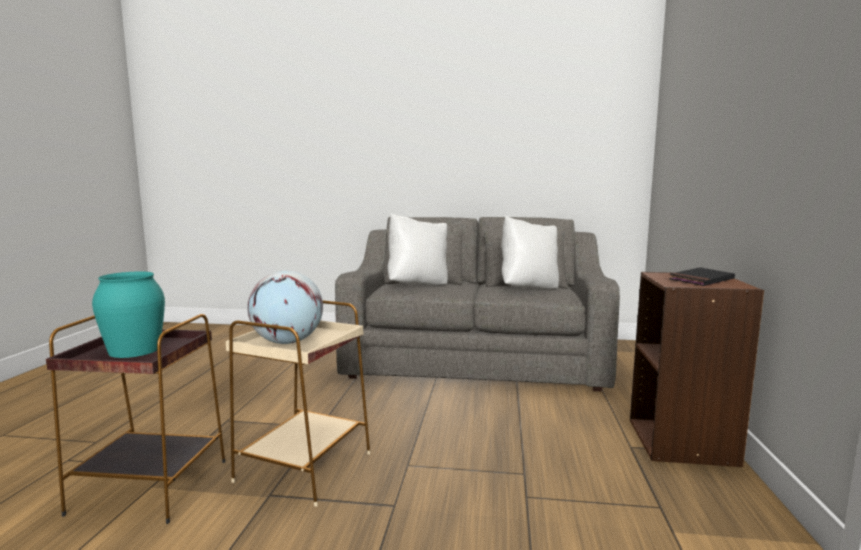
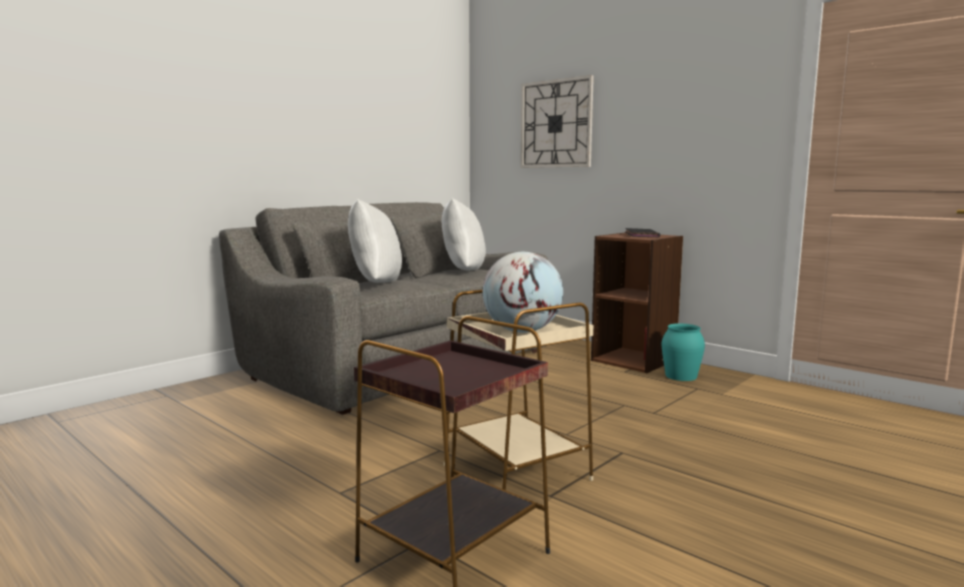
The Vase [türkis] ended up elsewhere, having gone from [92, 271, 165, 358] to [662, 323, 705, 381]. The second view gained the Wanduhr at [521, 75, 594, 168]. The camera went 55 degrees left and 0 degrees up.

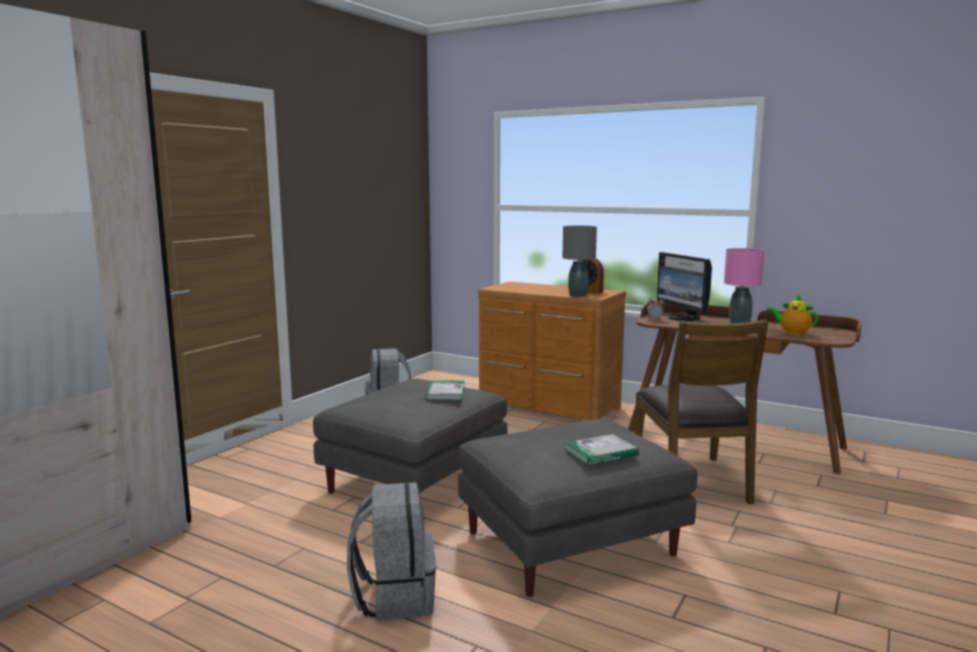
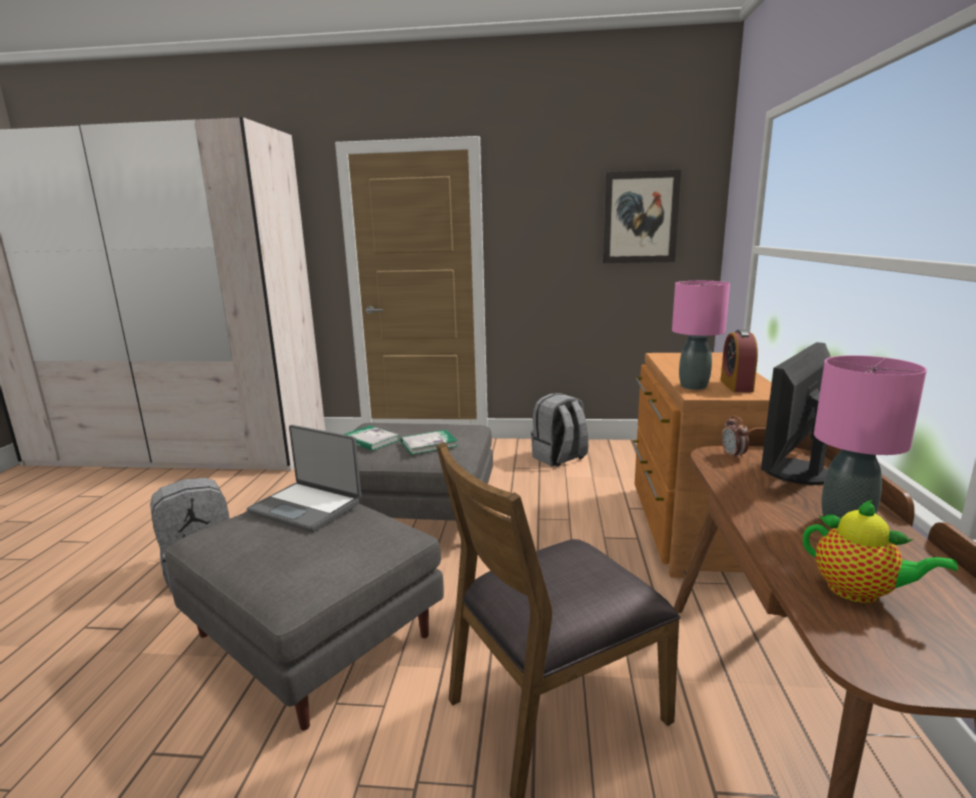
What was the Tischlampe [grau] at [562, 226, 597, 297] turned into the Tischlampe [rosa] at [672, 281, 730, 390]. The Teekanne at [767, 295, 818, 335] ended up facing another way, 120 degrees clockwise from before. The Buch ended up elsewhere, having gone from [564, 434, 639, 465] to [343, 426, 400, 451]. The second view gained the Bild at [603, 170, 681, 263]. The second view gained the Laptop at [247, 425, 361, 532]. The camera went 65 degrees right and 5 degrees up.

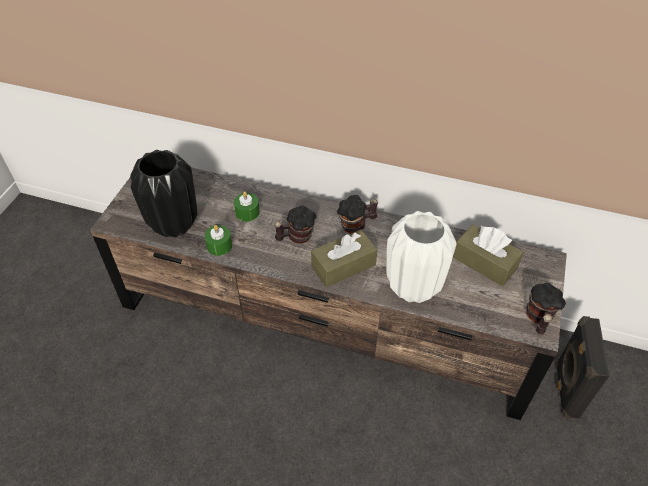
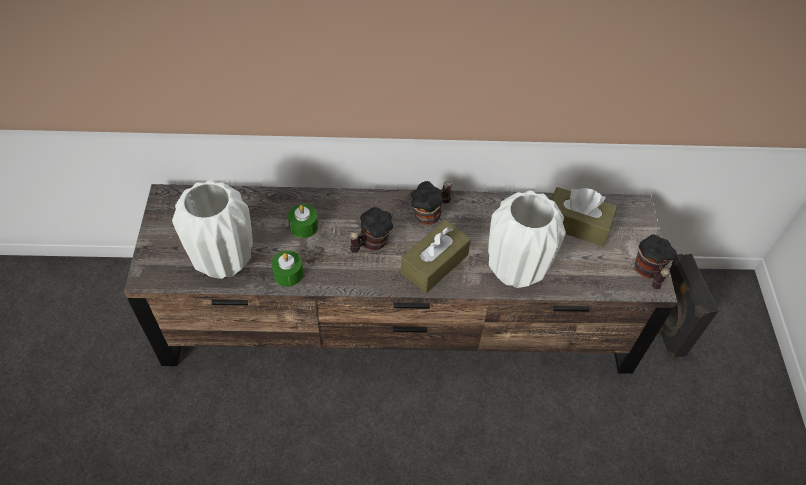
What was the Vase [schwarz] at [130, 150, 198, 237] turned into the Vase [weiß] at [172, 180, 253, 279]. The camera went 20 degrees left and 5 degrees up.

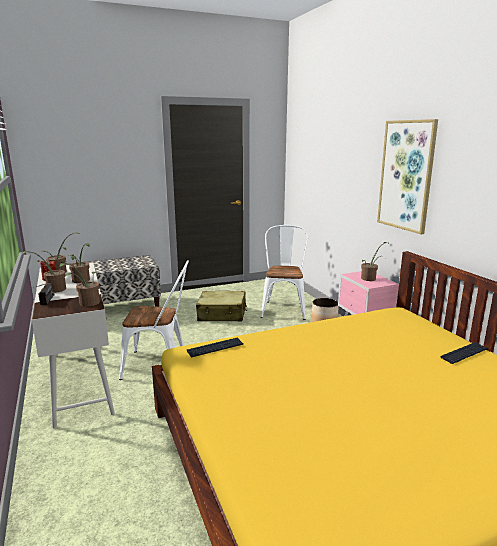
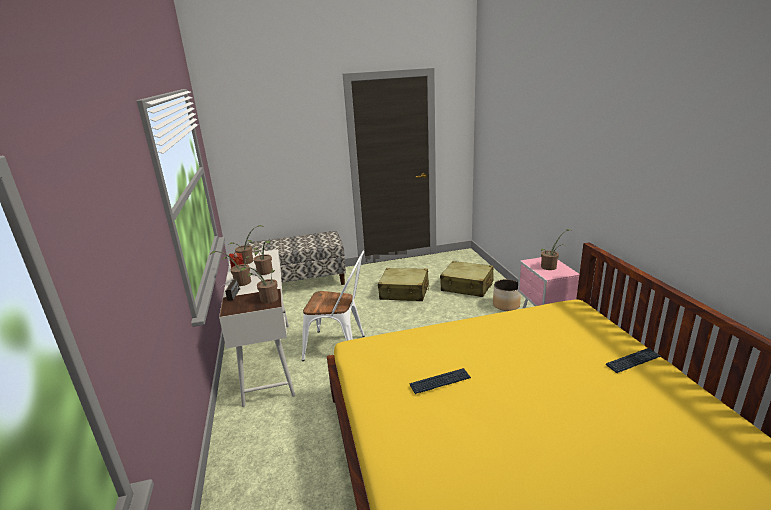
The second view lost the Bild at [377, 119, 438, 234]. Where the Stuhl [weiß] stood at [261, 225, 308, 320], the Koffer [beige] came to stand at [440, 261, 494, 297]. The Tastatur ended up elsewhere, having gone from [187, 337, 243, 357] to [410, 368, 471, 394]. The camera went 10 degrees right and 5 degrees up.

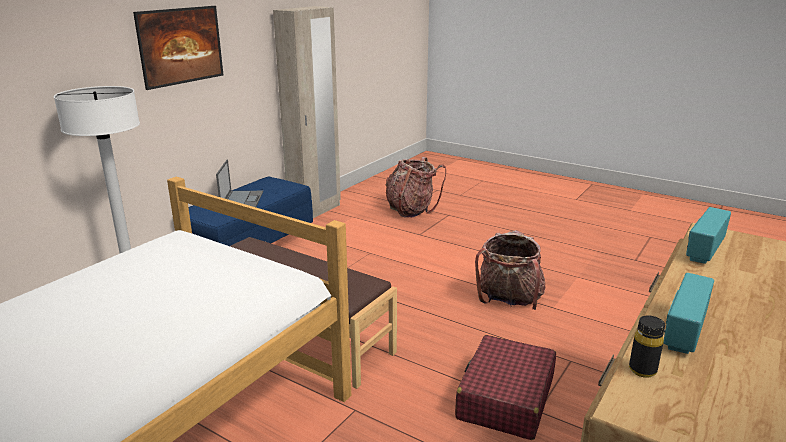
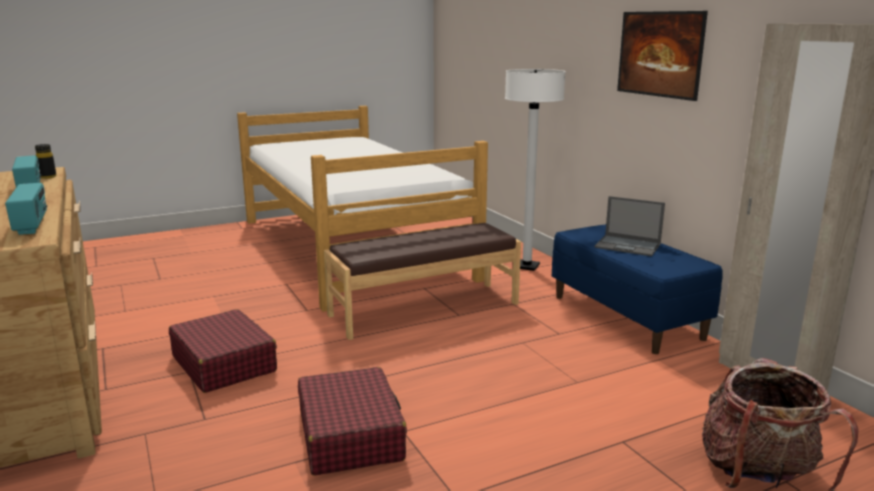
Where the Rucksack stood at [475, 230, 545, 310], the Koffer [rot] came to stand at [298, 367, 407, 475]. The camera went 120 degrees right and 5 degrees down.

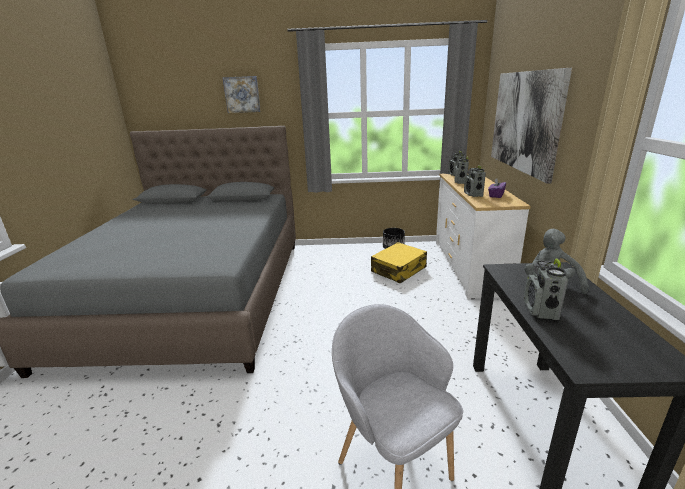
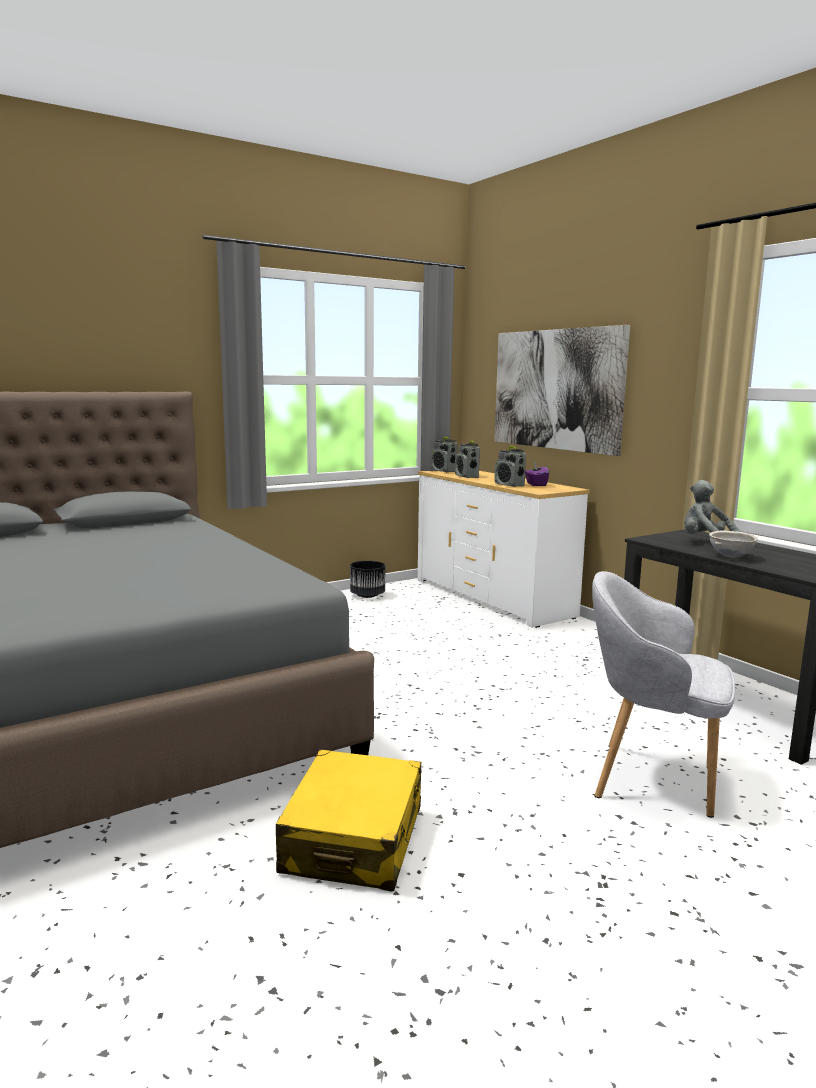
The second view lost the Bild at [222, 76, 261, 113]. The Koffer [gelb] ended up elsewhere, having gone from [371, 242, 427, 283] to [276, 750, 421, 891]. Where the Radio stood at [524, 258, 568, 320], the Schüssel [grau] came to stand at [709, 530, 758, 558]. The camera went 35 degrees left and 10 degrees down.

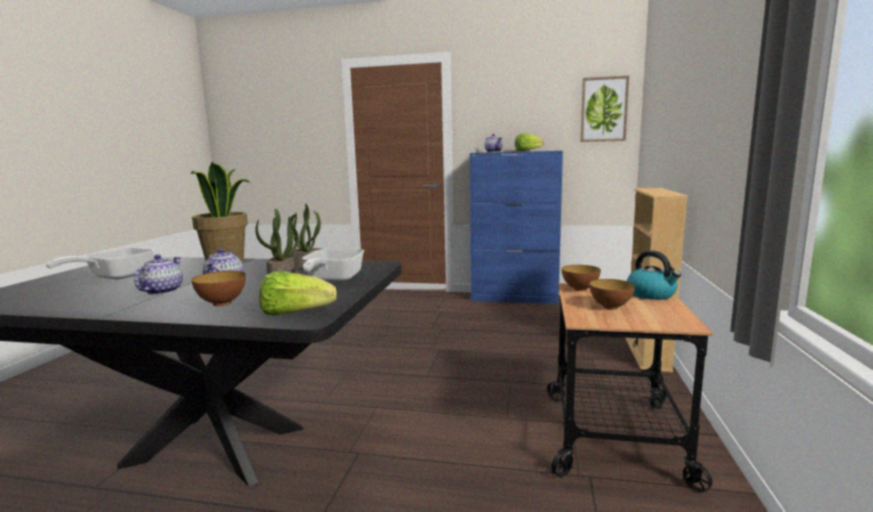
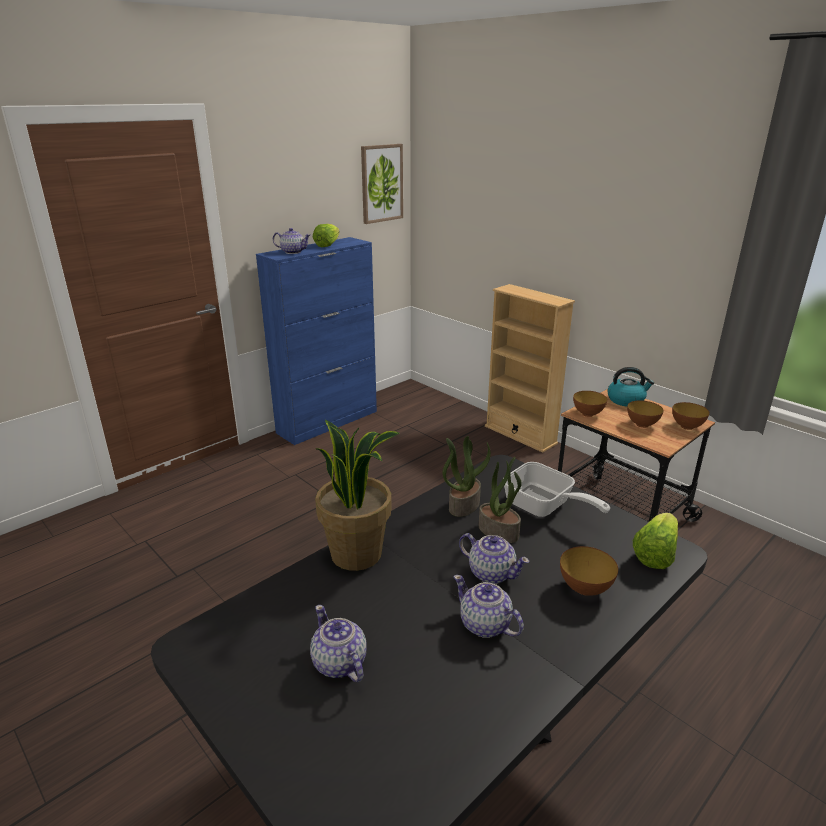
Where the Pfanne stood at [46, 248, 154, 279], the Teekanne came to stand at [310, 605, 367, 682]. The second view gained the Schüssel at [672, 402, 709, 430]. The camera went 55 degrees left and 15 degrees up.

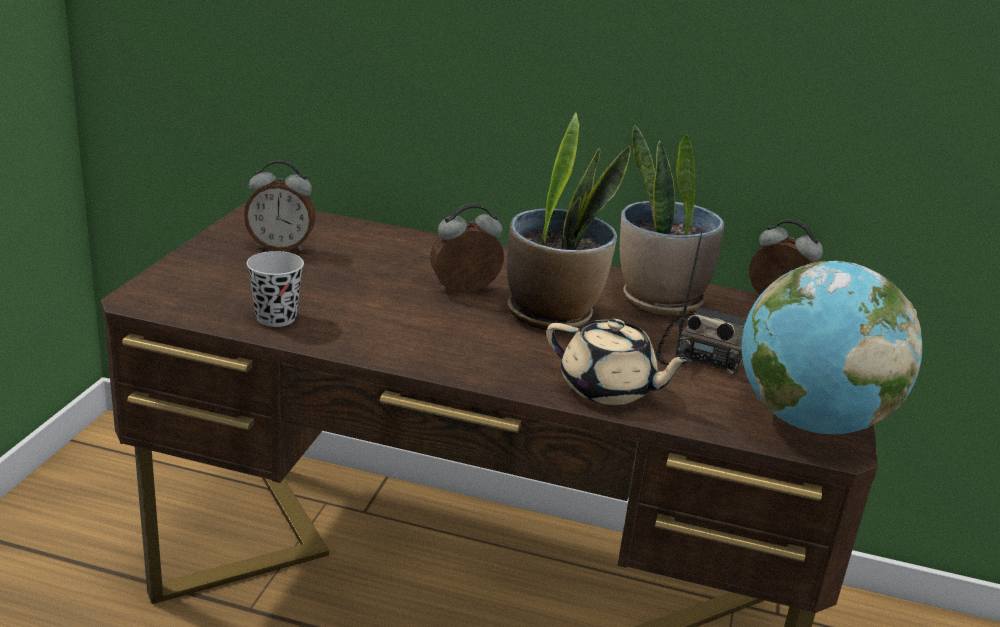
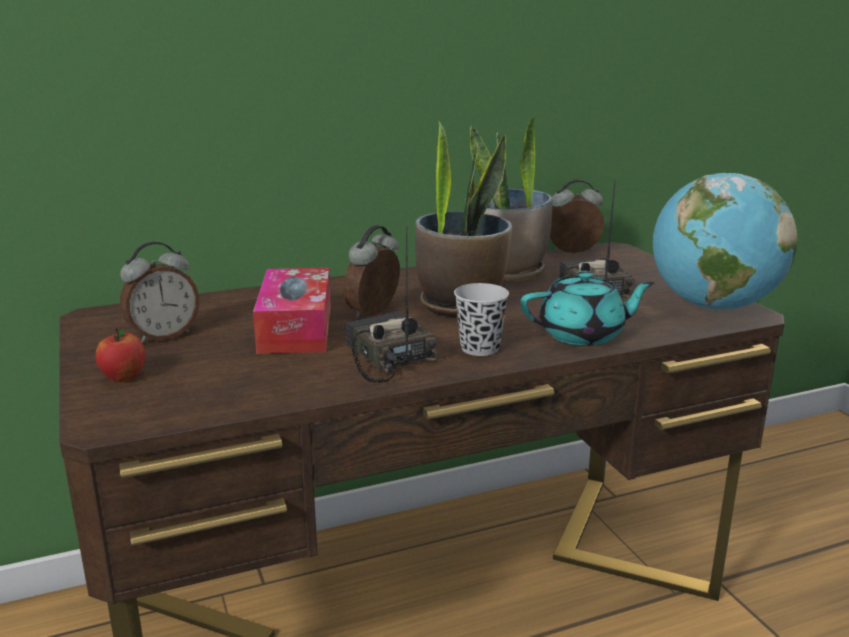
The Tasse [schwarz] ended up elsewhere, having gone from [247, 251, 304, 327] to [454, 283, 509, 356]. What was the Teekanne [beige] at [546, 319, 693, 405] turned into the Teekanne [türkis] at [520, 271, 655, 346]. The second view gained the Radio at [346, 226, 438, 383]. The second view gained the Taschentuchbox at [253, 268, 331, 354]. The second view gained the Apfel at [95, 328, 145, 382]. The camera went 35 degrees left and 5 degrees down.

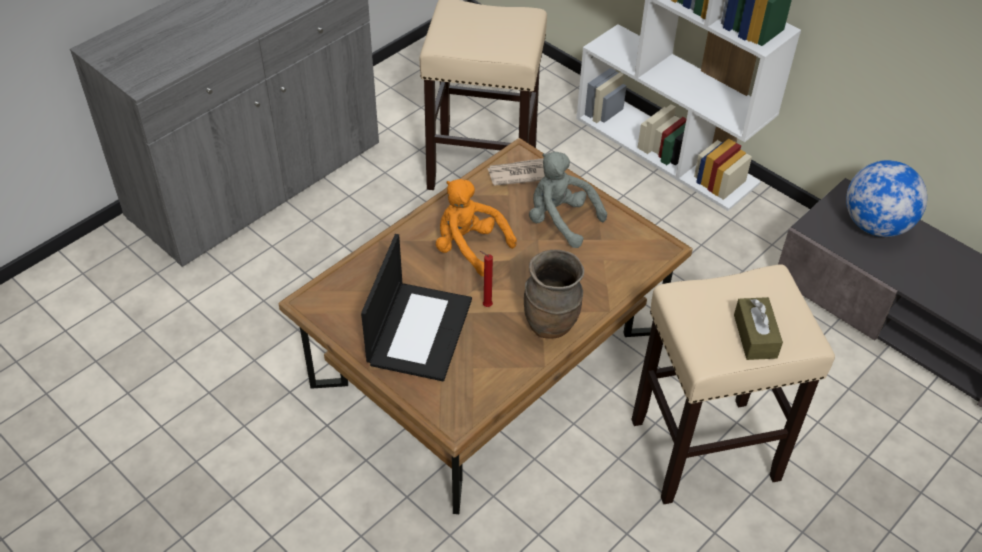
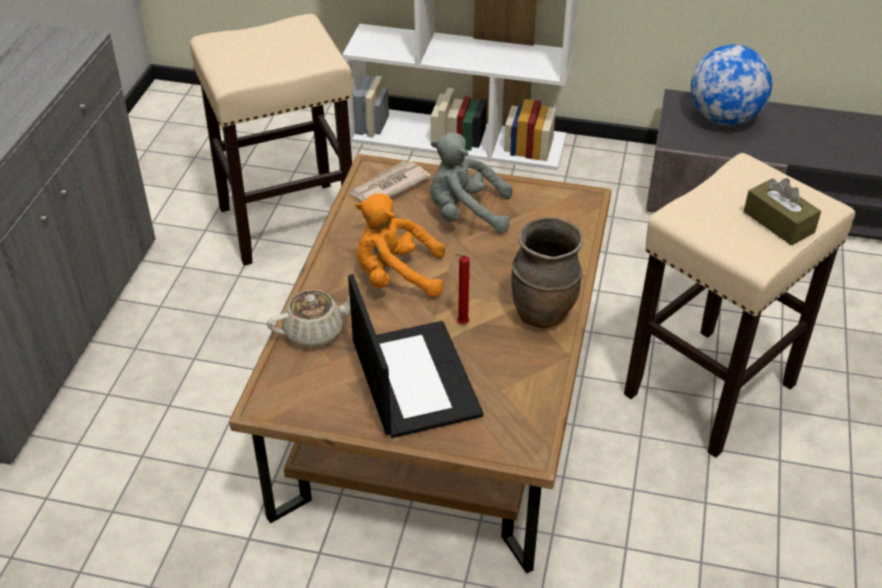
The second view gained the Teekanne [beige] at [267, 290, 361, 347]. The camera went 30 degrees left and 5 degrees down.

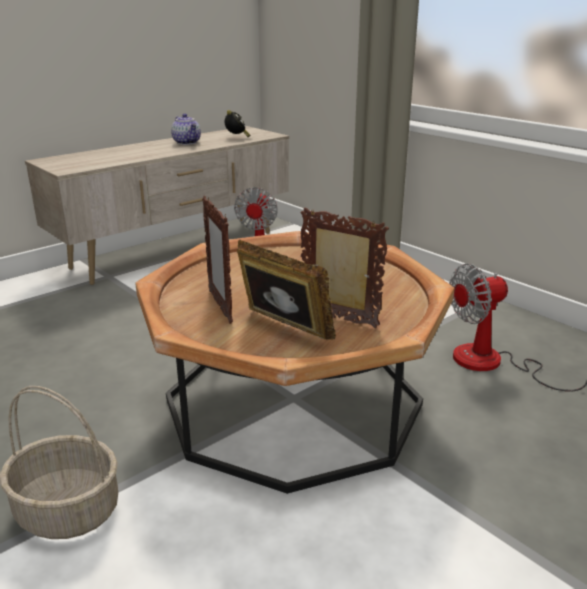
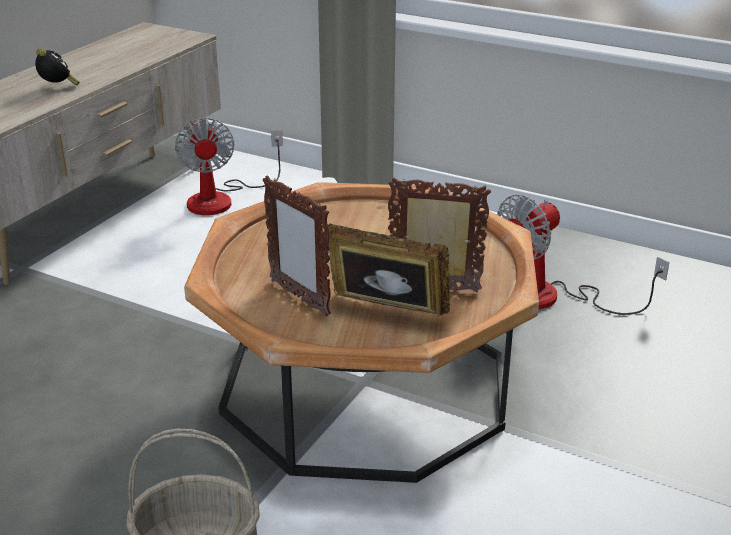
The Wecker ended up elsewhere, having gone from [225, 110, 250, 137] to [35, 49, 80, 85]. The second view lost the Teekanne at [171, 113, 201, 145]. The camera went 20 degrees left and 5 degrees up.

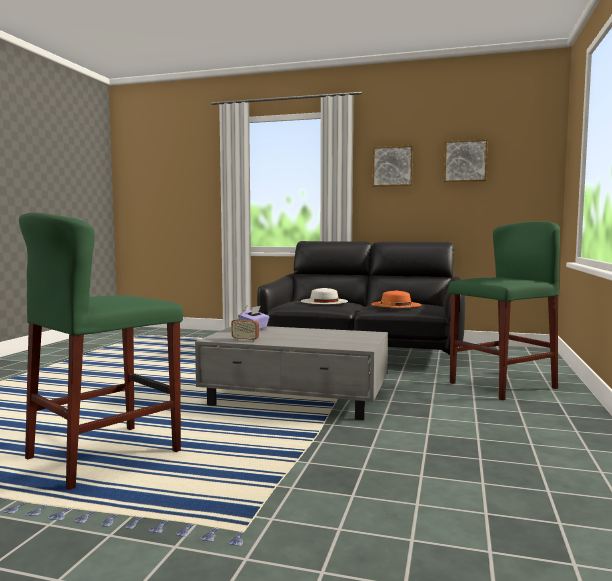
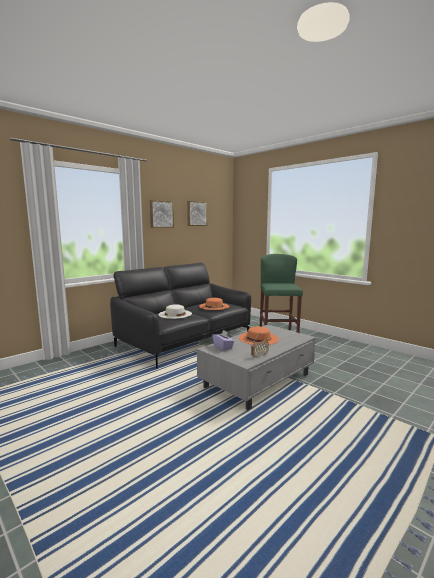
The second view lost the Hocker [grün] at [19, 212, 183, 490]. The second view gained the Hut [orange] at [239, 326, 279, 345]. The camera went 60 degrees left and 5 degrees up.

